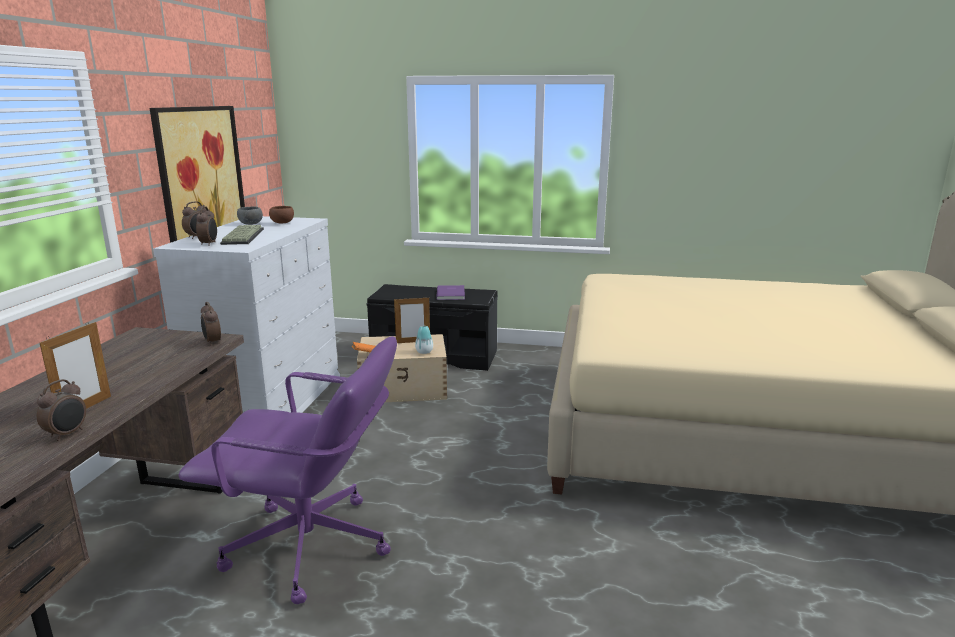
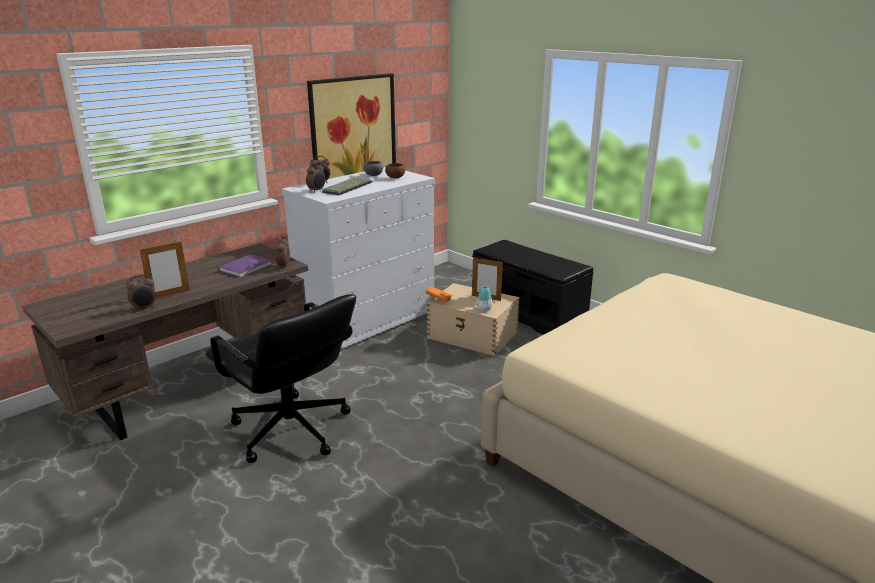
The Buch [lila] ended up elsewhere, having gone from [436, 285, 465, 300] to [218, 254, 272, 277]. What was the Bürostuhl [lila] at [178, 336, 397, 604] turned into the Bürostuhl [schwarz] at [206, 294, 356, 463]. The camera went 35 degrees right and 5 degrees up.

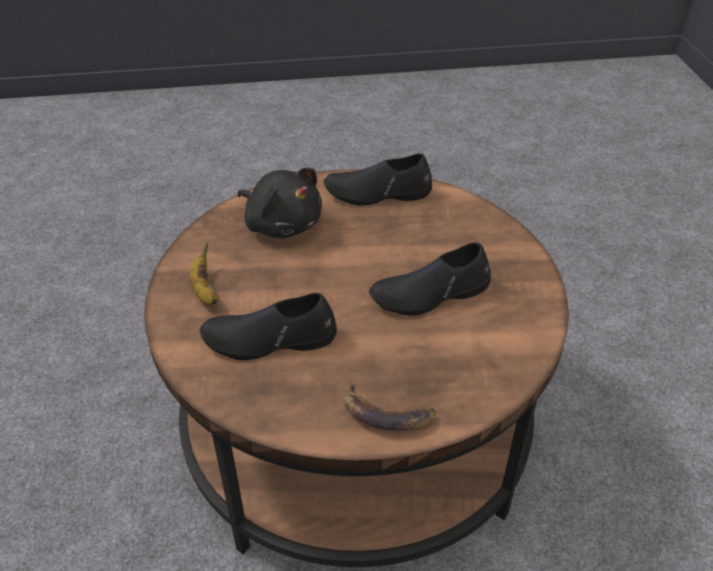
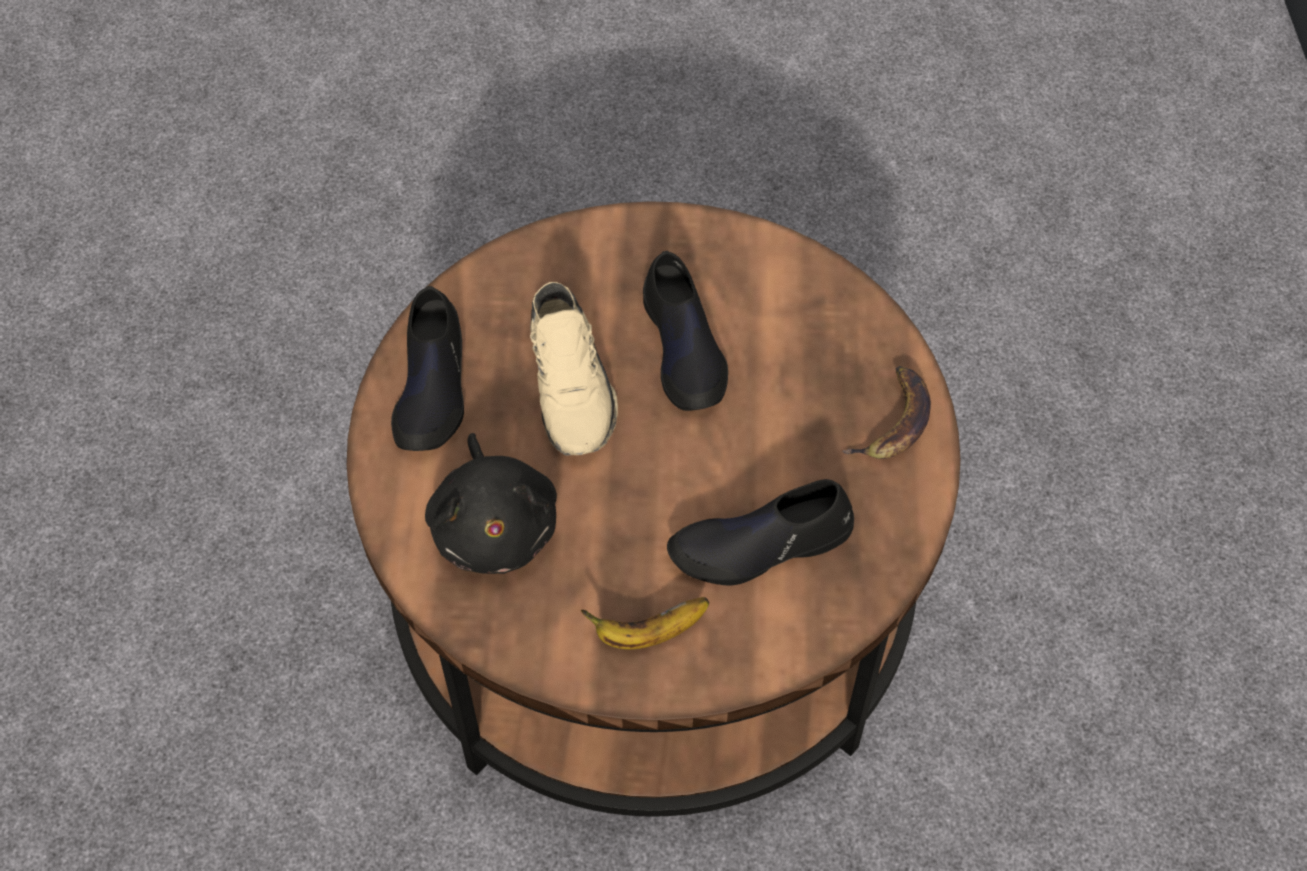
The Plüschtier [schwarz] at [237, 168, 322, 238] ended up facing another way, 120 degrees clockwise from before. The Schuh [schwarz] at [200, 293, 337, 360] ended up facing another way, 75 degrees clockwise from before. The second view gained the Schuh [beige] at [530, 282, 618, 456]. The camera went 85 degrees left and 15 degrees up.

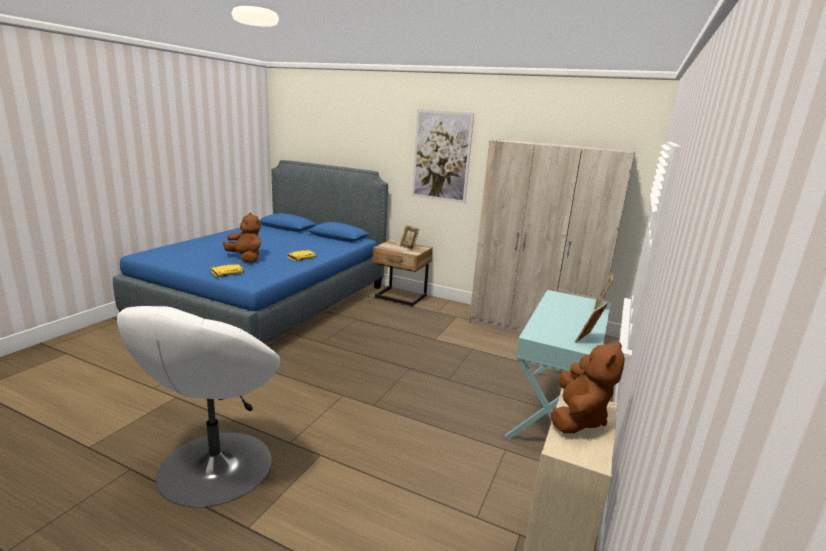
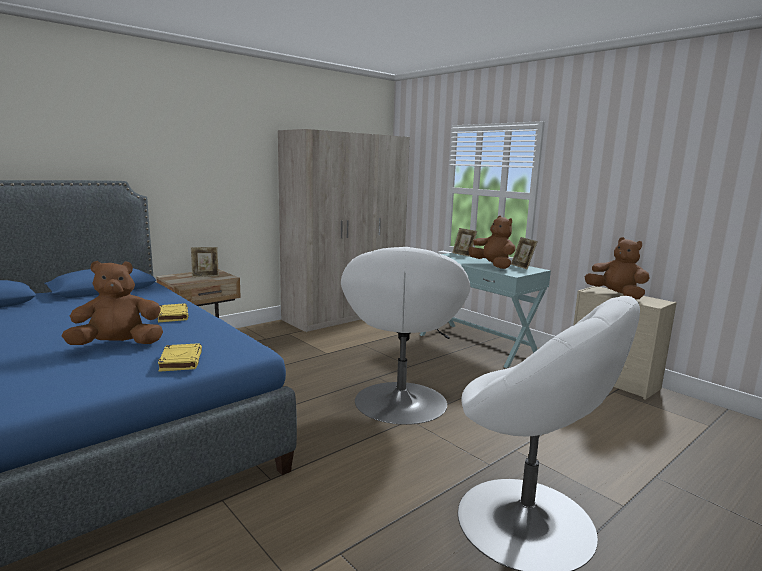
The second view lost the Bild at [412, 109, 474, 203]. The second view gained the Plüschtier [braun] at [468, 216, 516, 269]. The second view gained the Sessel [weiß] at [341, 247, 470, 425]. The camera went 65 degrees left and 5 degrees down.

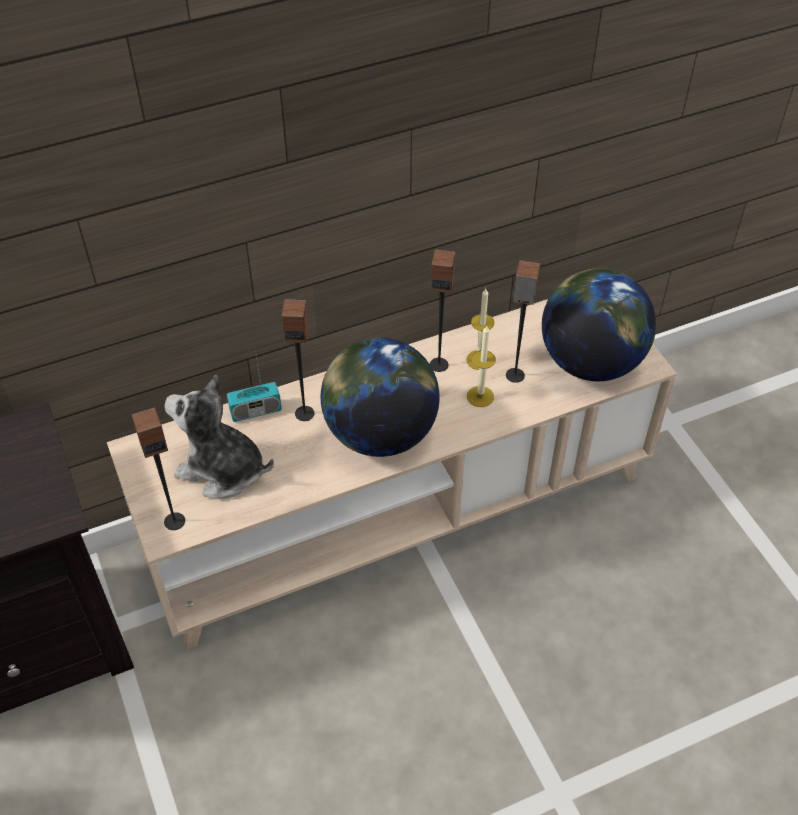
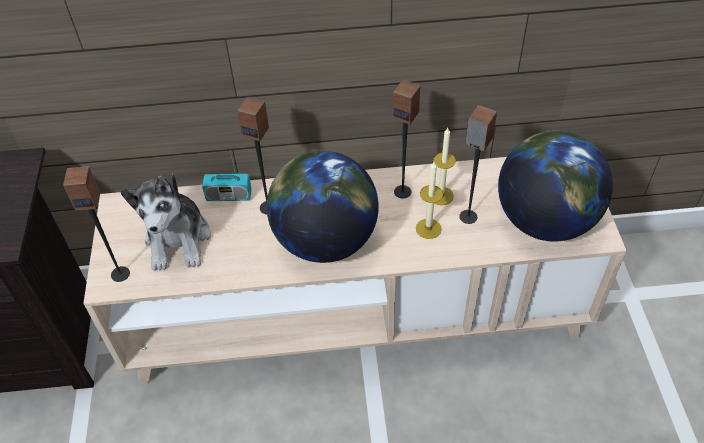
The Plüschtier at [164, 374, 274, 498] ended up facing another way, 135 degrees counterclockwise from before. The camera went 20 degrees right and 0 degrees up.

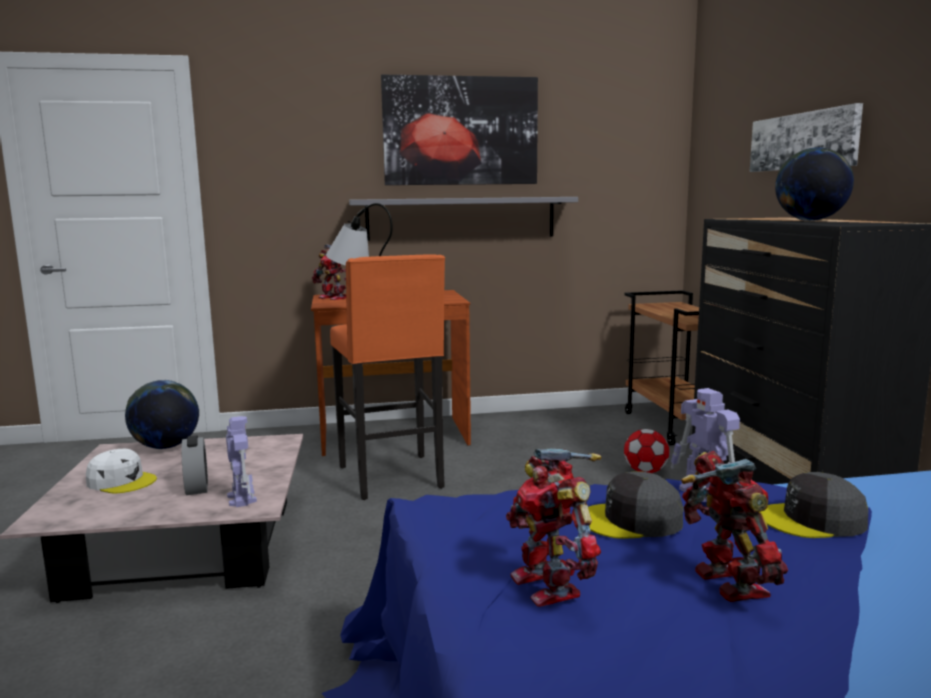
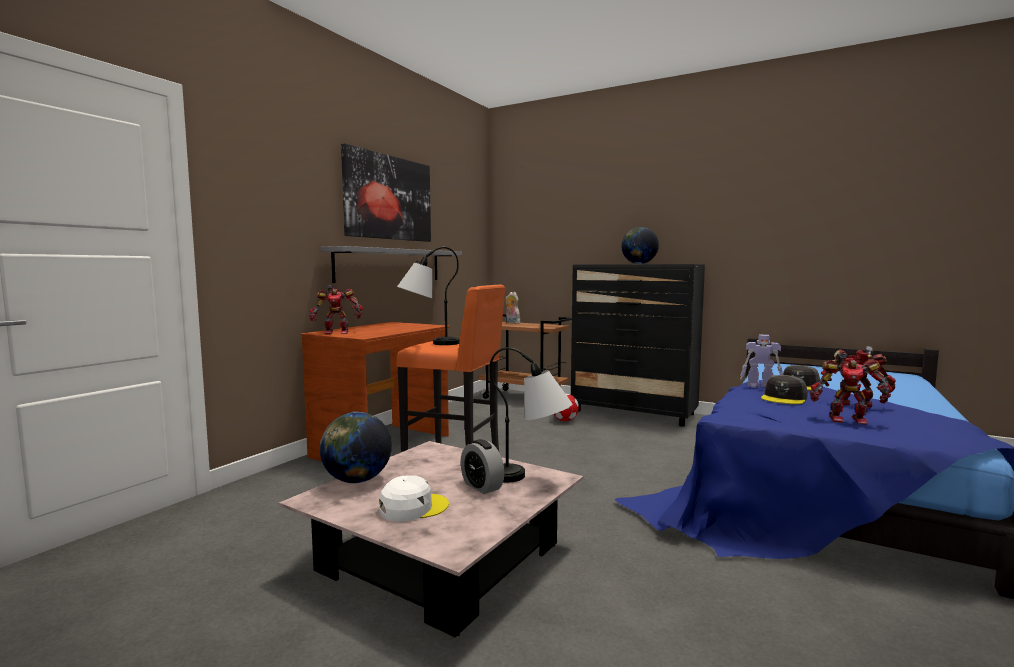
The second view lost the Bild at [750, 103, 863, 172]. Where the Spielzeugroboter stood at [226, 416, 257, 507], the Tischlampe came to stand at [489, 347, 572, 482]. The Wecker at [181, 435, 208, 495] ended up facing another way, 150 degrees counterclockwise from before. The second view gained the Plüschtier at [505, 292, 520, 324]. The camera went 50 degrees left and 5 degrees down.

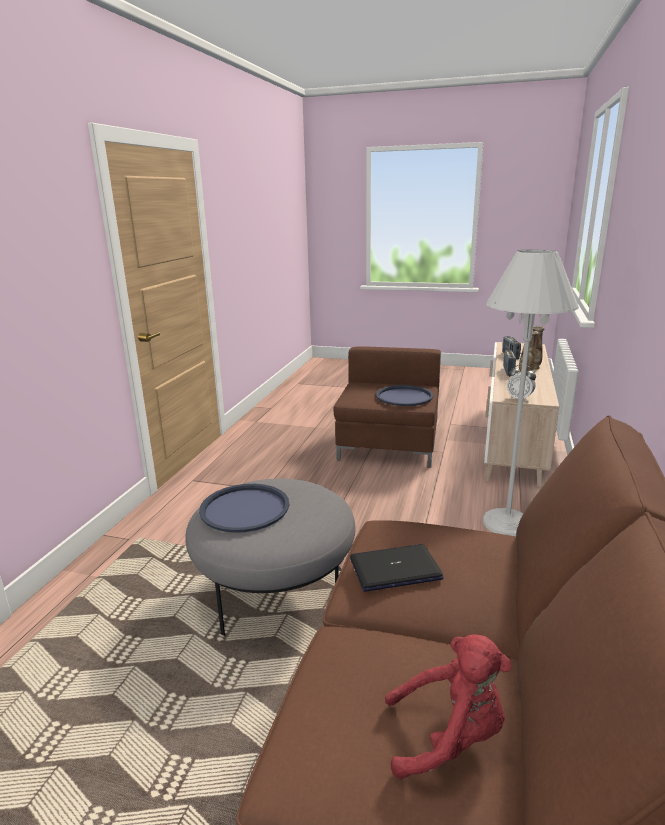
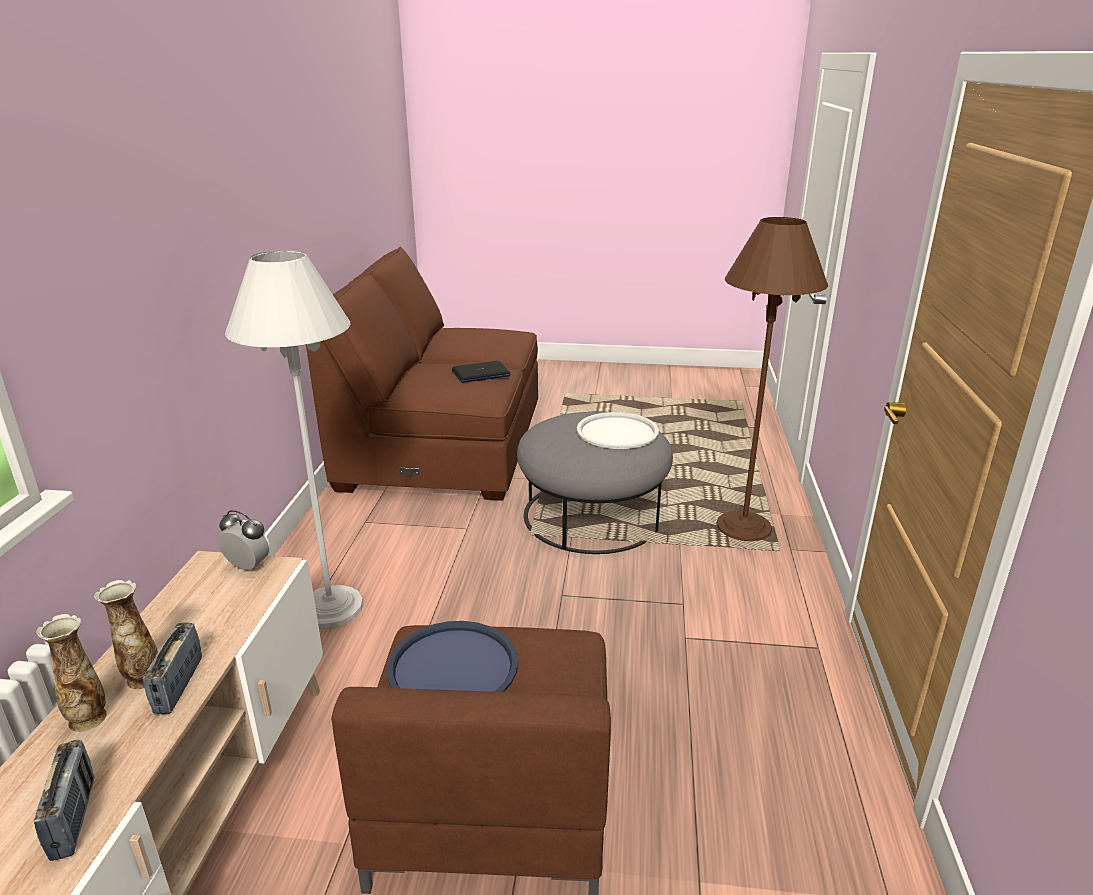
What was the Tablett [blau] at [199, 484, 289, 533] turned into the Tablett [weiß] at [577, 412, 659, 449]. The second view lost the Plüschtier [rot] at [385, 635, 511, 779]. The second view gained the Stehlampe [braun] at [716, 217, 828, 541]. The camera went 170 degrees right and 5 degrees up.

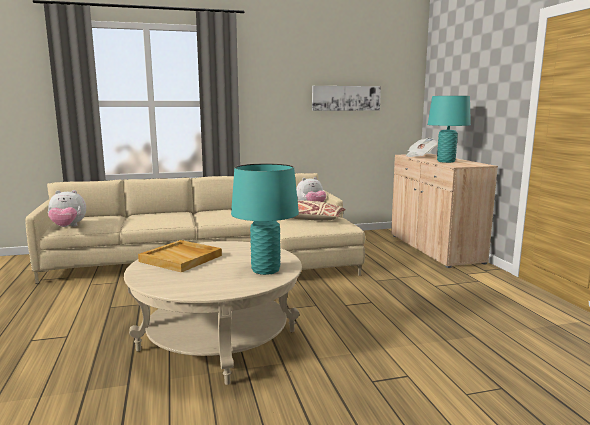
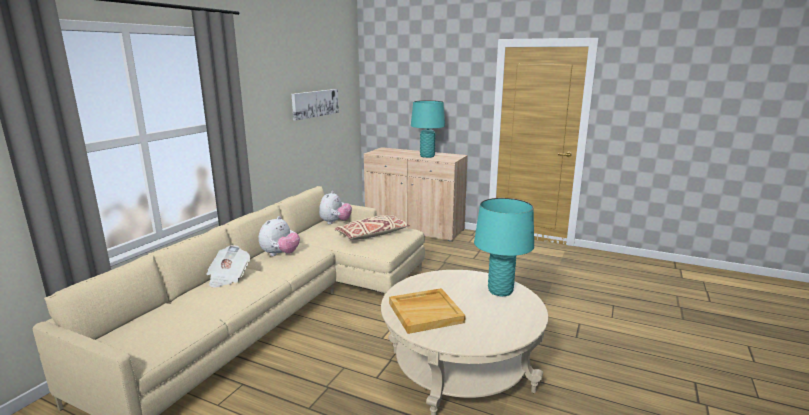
The Zeitung ended up elsewhere, having gone from [406, 138, 438, 157] to [206, 245, 250, 287]. The Plüschtier ended up elsewhere, having gone from [48, 190, 86, 227] to [259, 216, 300, 256]. The camera went 50 degrees left and 5 degrees up.

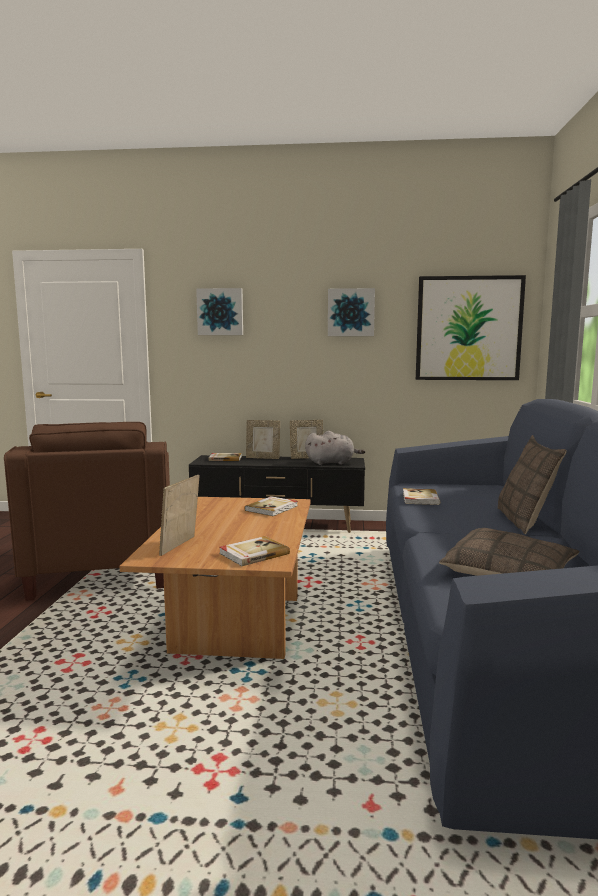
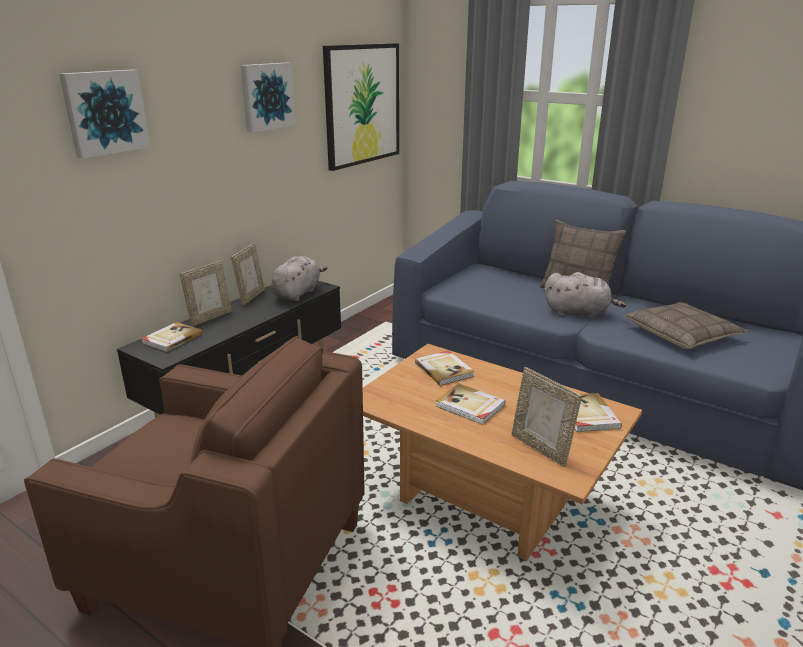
The Buch ended up elsewhere, having gone from [403, 488, 440, 505] to [436, 383, 505, 425]. The second view gained the Plüschtier [grau] at [544, 272, 626, 319]. The camera went 60 degrees left and 15 degrees up.

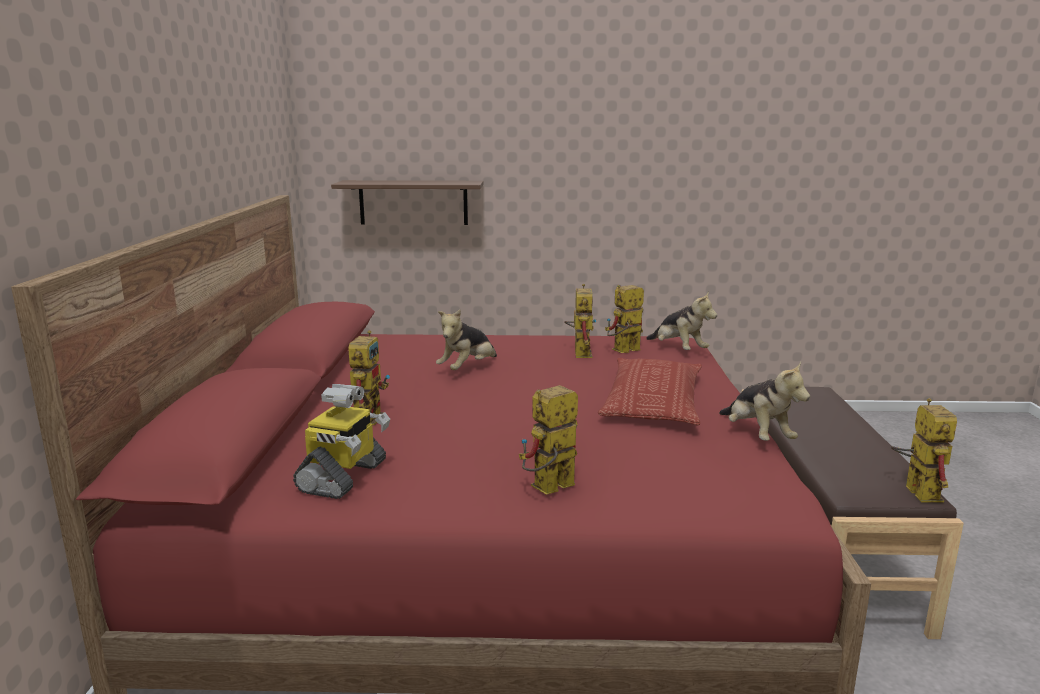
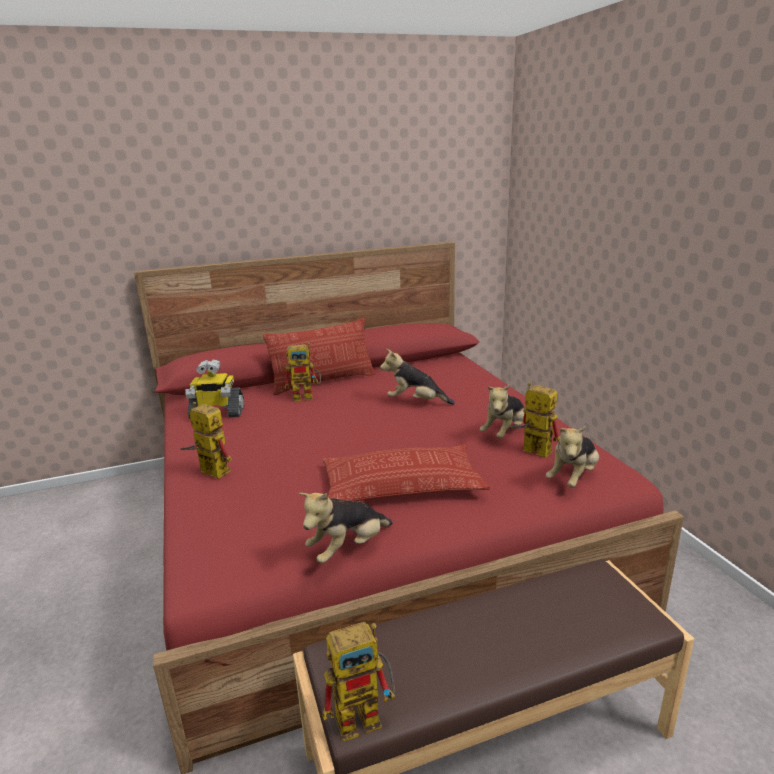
The second view lost the Wandregal [braun] at [331, 180, 484, 225]. Where the Spielzeugroboter stood at [564, 284, 597, 358], the Plüschtier came to stand at [480, 385, 525, 438]. The second view gained the Kissen at [263, 318, 376, 395]. The camera went 70 degrees right and 5 degrees up.

